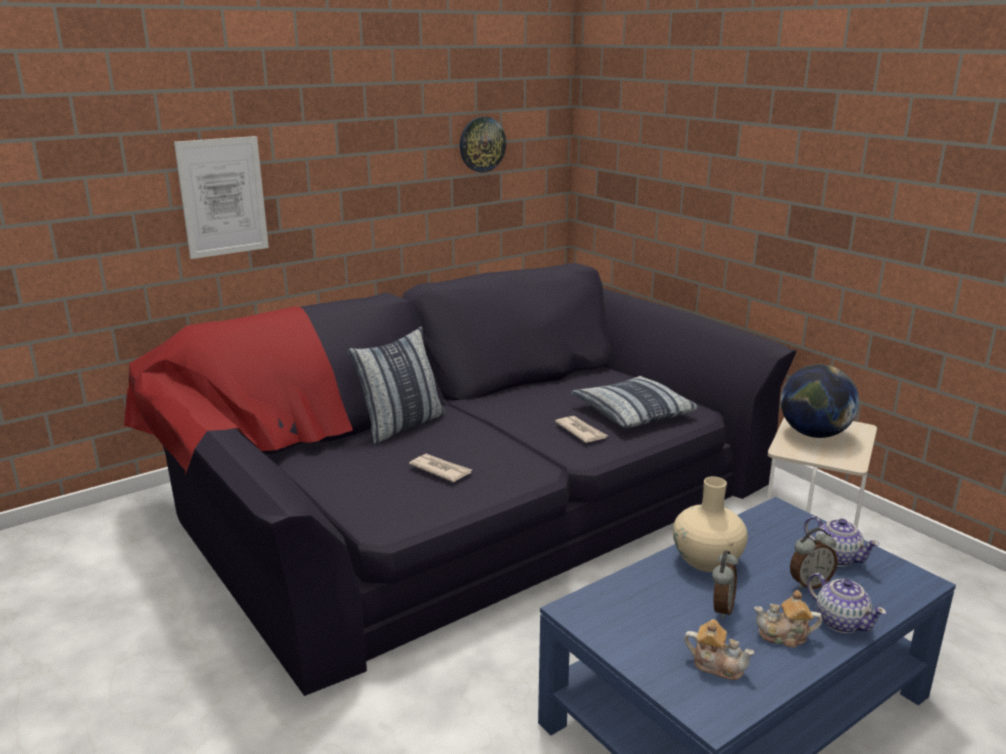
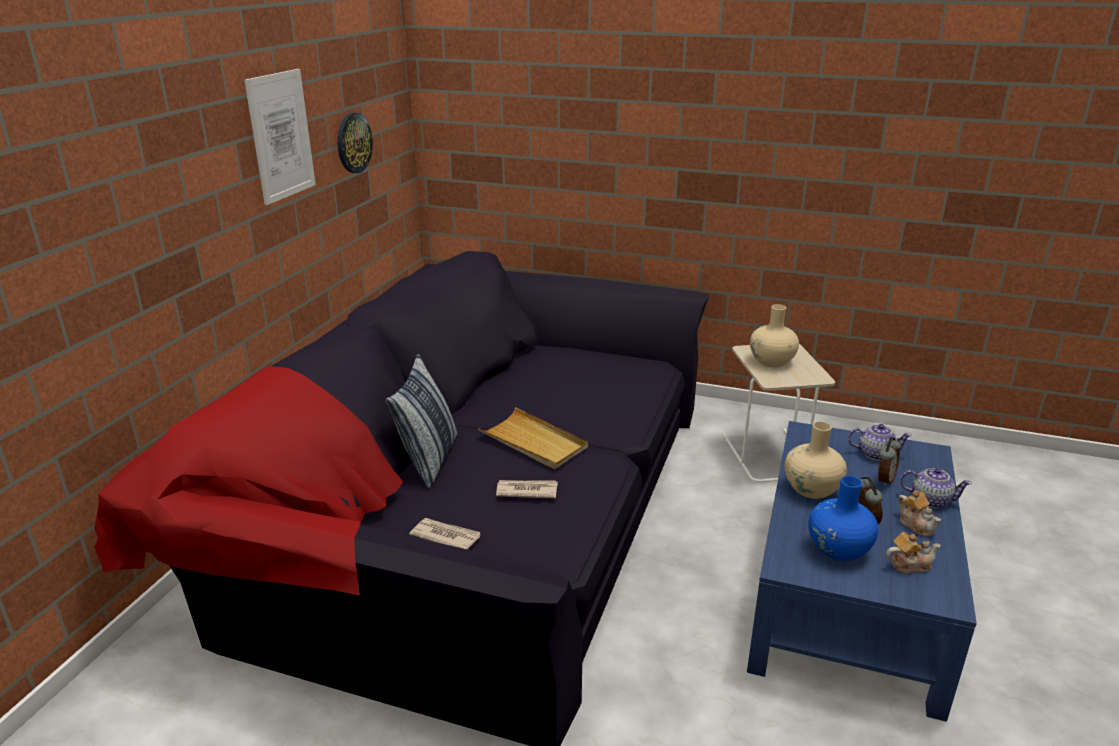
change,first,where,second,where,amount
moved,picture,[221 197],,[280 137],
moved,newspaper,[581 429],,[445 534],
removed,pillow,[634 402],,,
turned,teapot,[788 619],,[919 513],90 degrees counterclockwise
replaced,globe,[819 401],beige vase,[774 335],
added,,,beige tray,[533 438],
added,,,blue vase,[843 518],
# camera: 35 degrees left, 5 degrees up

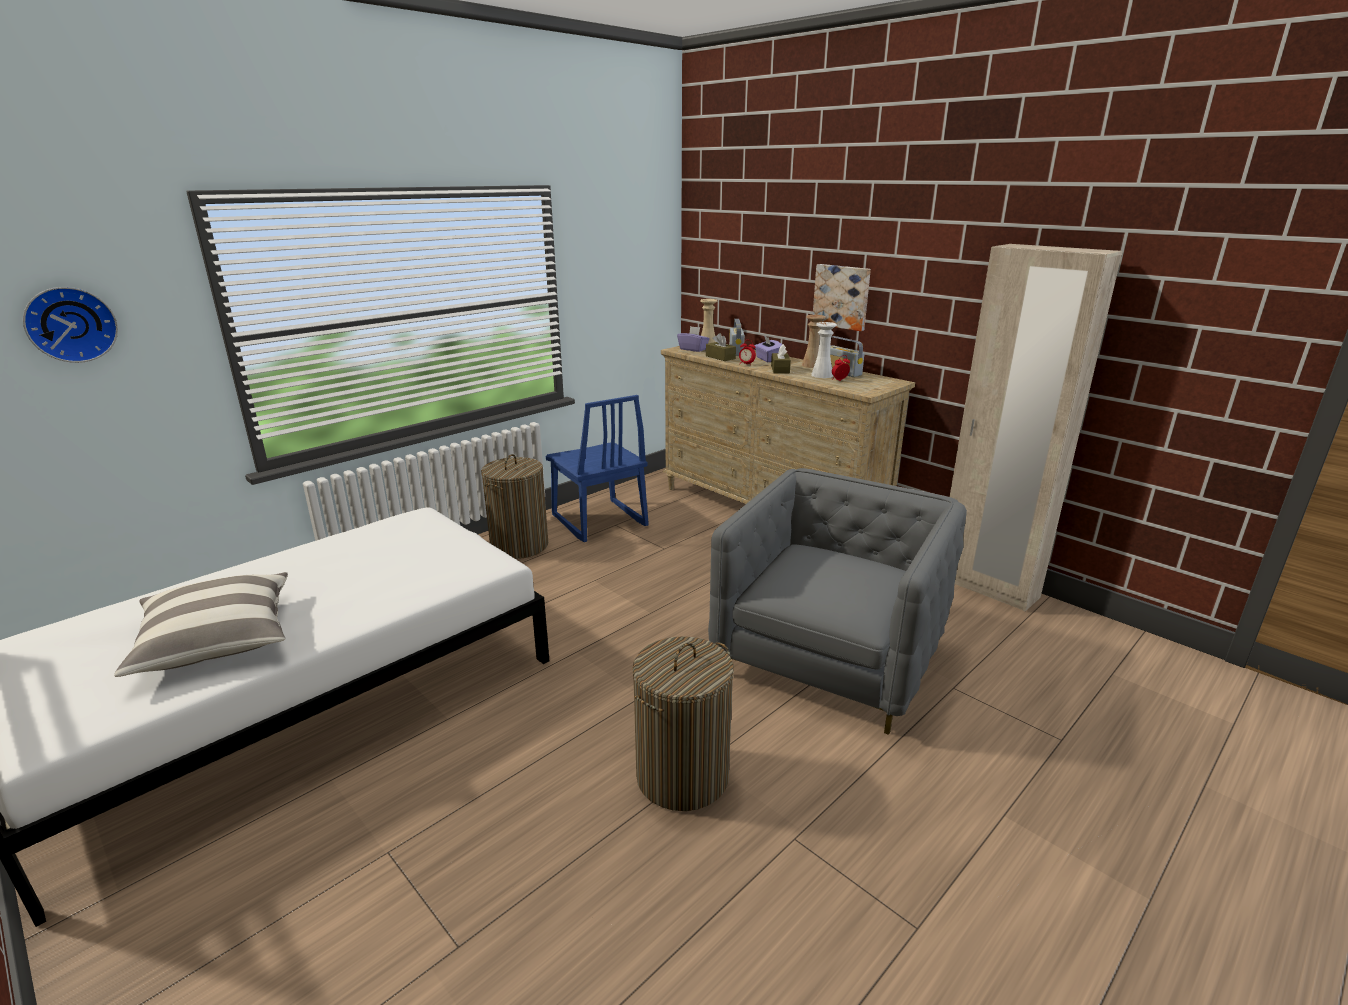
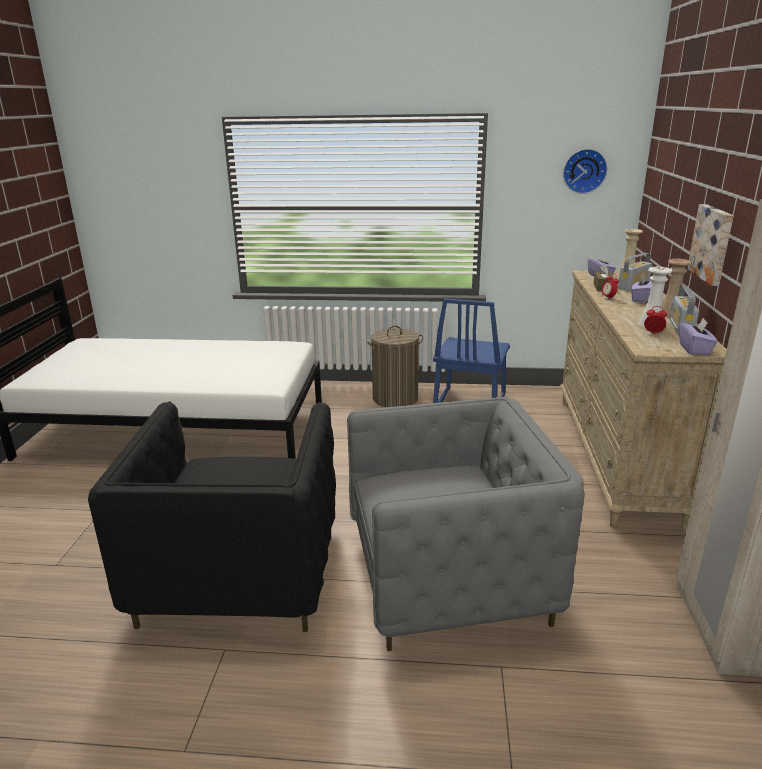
change,first,where,second,where,amount
moved,wall clock,[70 325],,[585 171],
removed,pillow,[201 624],,,
replaced,laundry basket,[683 723],black armchair,[212 516],
removed,brown tissue box,[781 359],,,
added,,,purple tissue box,[698 336],
# camera: 50 degrees right, 0 degrees up

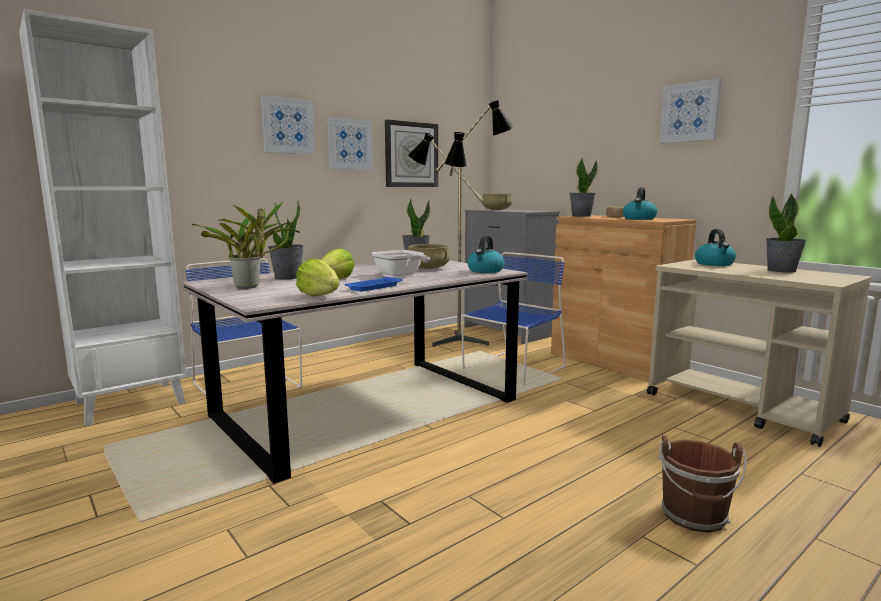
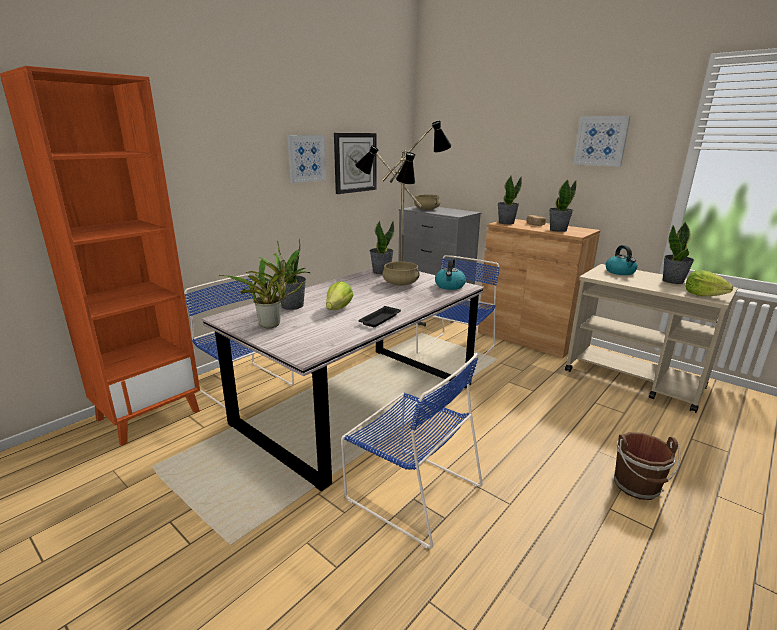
change,first,where,second,where,amount
recoloured,white bookcase,[103 217],orange bookcase,[100 256],
removed,picture,[288 124],,,
moved,lettuce,[318 277],,[709 283],
recoloured,blue tray,[373 284],black tray,[380 316],
removed,frying pan,[401 263],,,
replaced,kettle,[640 203],potted plant,[563 205],
added,,,blue chair,[412 451],
# camera: 10 degrees left, 10 degrees up

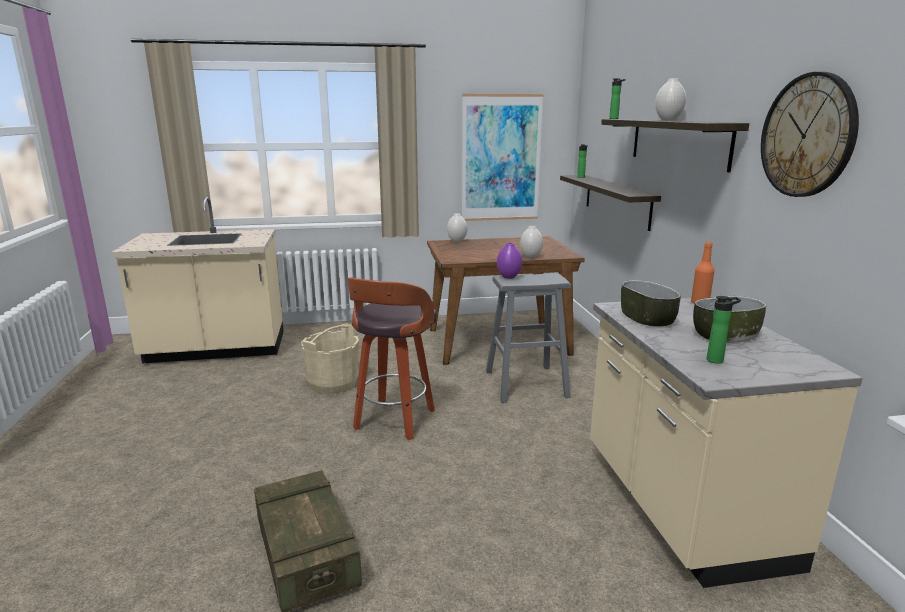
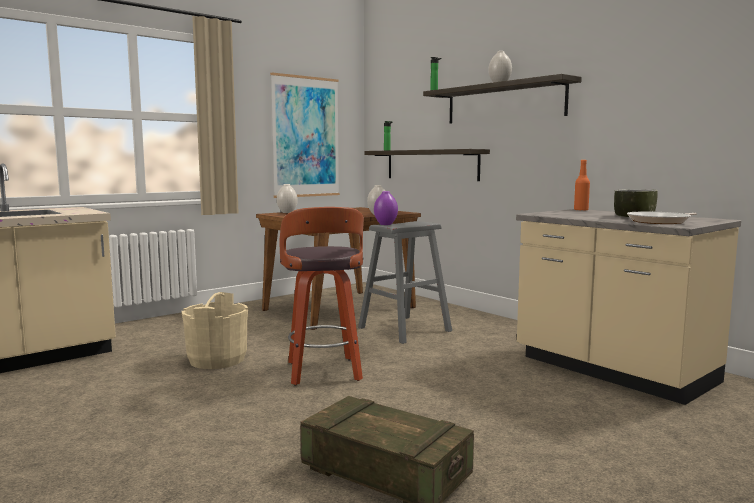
change,first,where,second,where,amount
removed,bowl,[651 303],,,
replaced,bottle,[724 330],frying pan,[662 217],
removed,wall clock,[810 134],,,
# camera: 30 degrees left, 10 degrees down

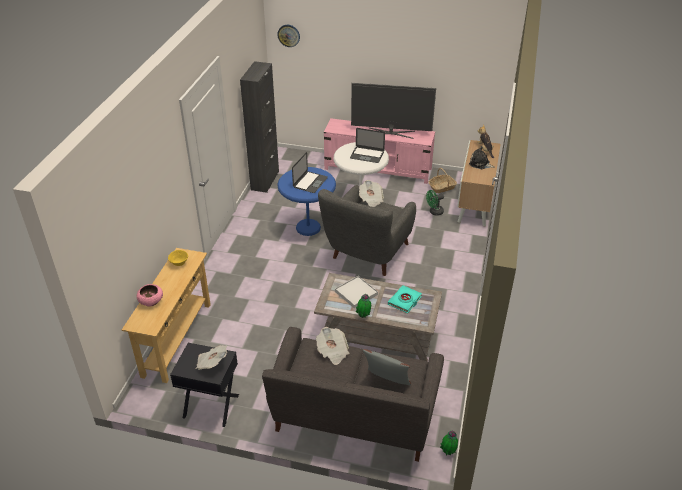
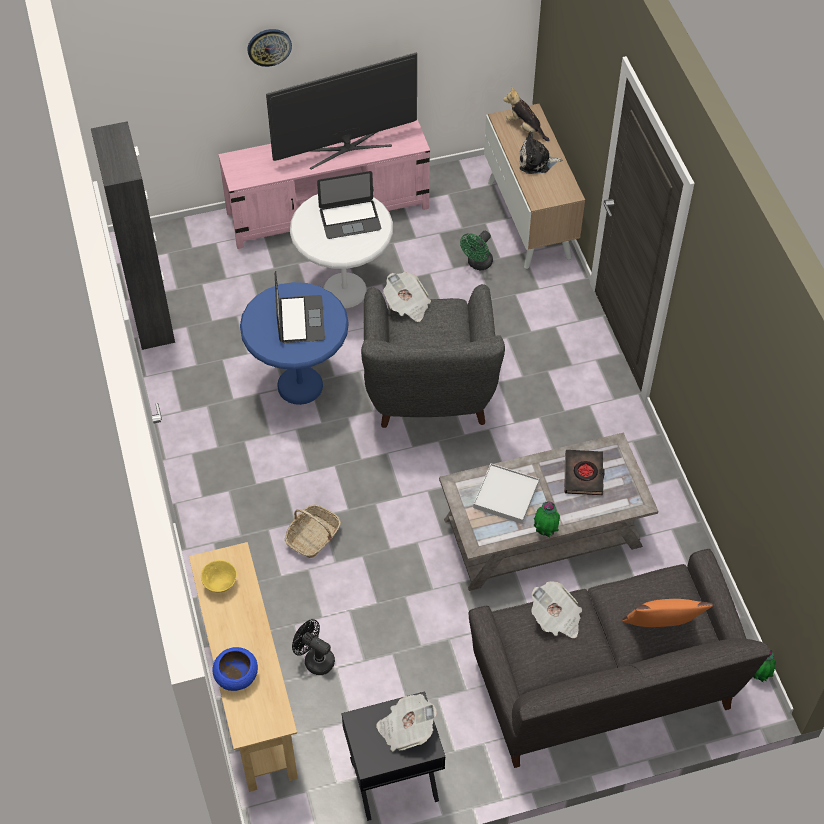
change,first,where,second,where,amount
recoloured,pink bowl,[150 295],blue bowl,[235 669],
moved,wall clock,[288 36],,[269 48],
recoloured,grey pillow,[387 367],orange pillow,[667 613],
recoloured,turquoise book,[405 299],black book,[584 472],
moved,basket,[443 180],,[313 531],
added,,,black fan,[313 647],
# camera: 30 degrees left, 15 degrees up

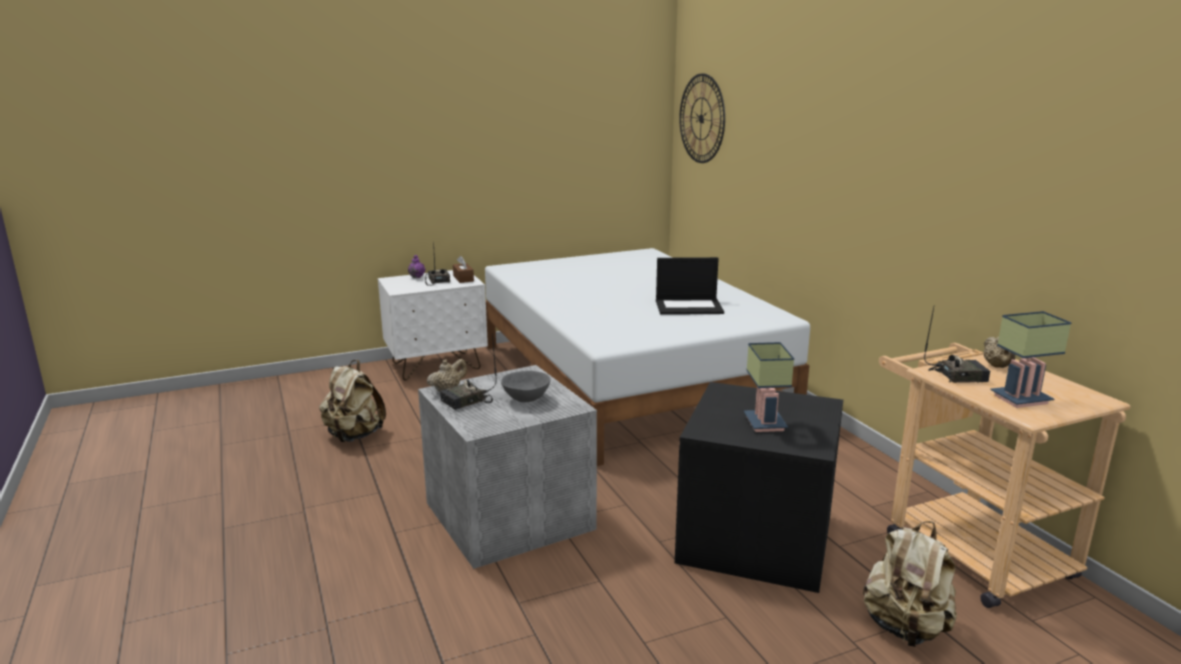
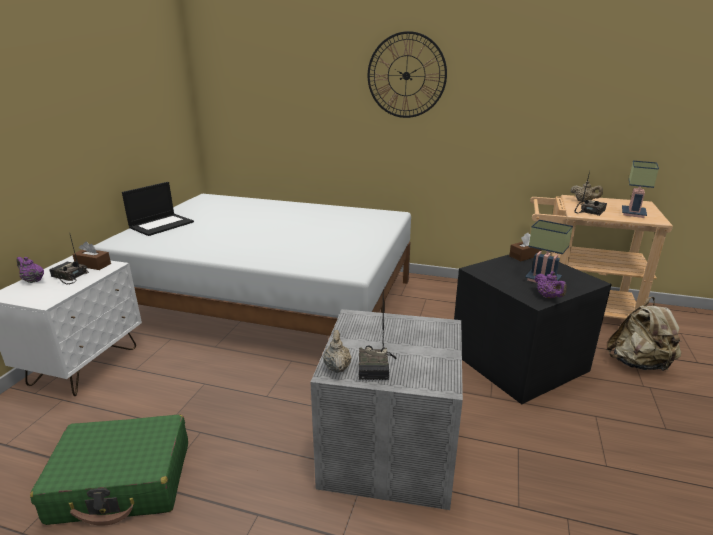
change,first,where,second,where,amount
replaced,beige backpack,[352 401],green suitcase,[109 470],
removed,grey bowl,[526 386],,,
moved,laptop,[690 286],,[158 209],
moved,wall clock,[702 118],,[407 74],
added,,,brown tissue box,[525 247],
added,,,purple teapot,[551 284],
# camera: 50 degrees left, 5 degrees up

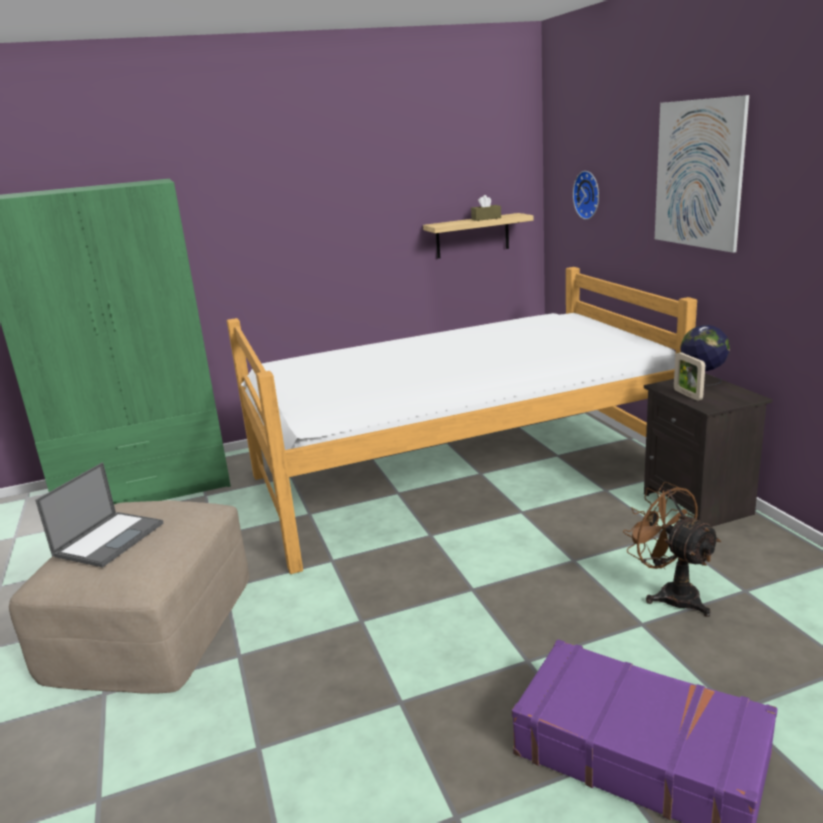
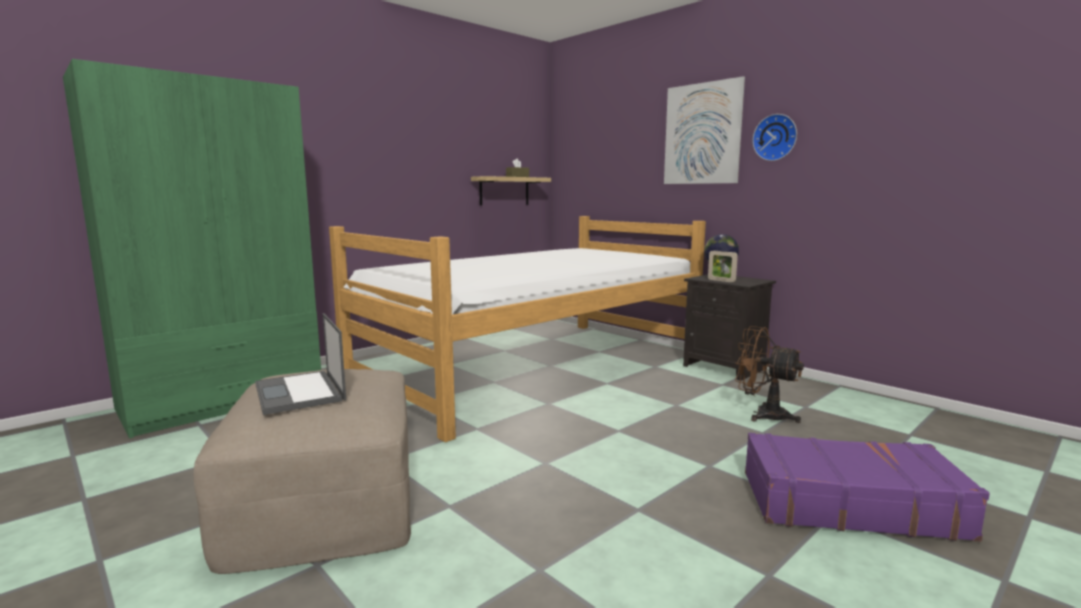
change,first,where,second,where,amount
turned,laptop,[99 514],,[300 364],150 degrees clockwise
moved,wall clock,[586 195],,[774 137],
# camera: 25 degrees left, 10 degrees down

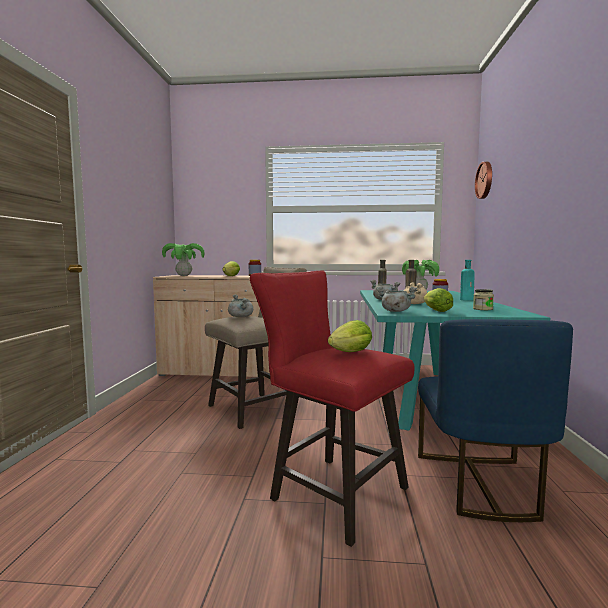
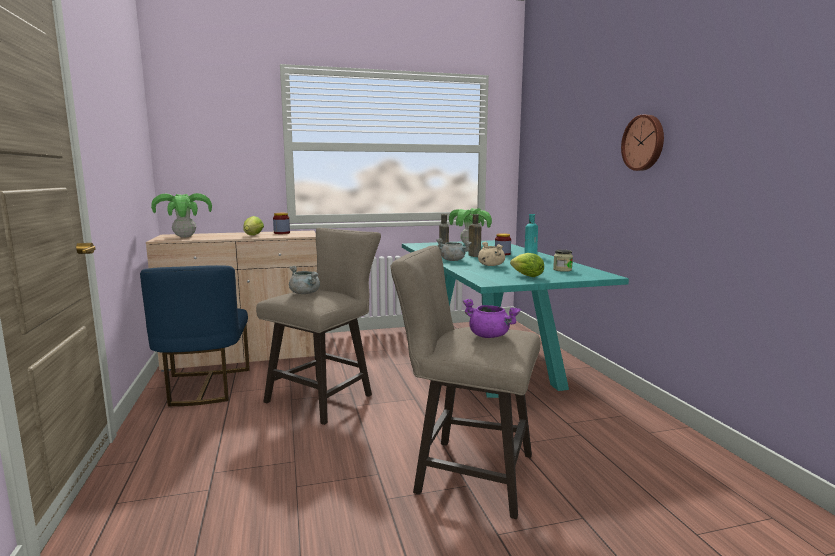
change,first,where,second,where,amount
recoloured,red stool,[332 408],beige stool,[465 382],
replaced,lettuce,[350 336],purple cooking pot,[492 318],
removed,grey cooking pot,[396 299],,,
moved,blue chair,[495 420],,[195 335],
moved,wall clock,[483 180],,[642 142],
# camera: 20 degrees left, 5 degrees up

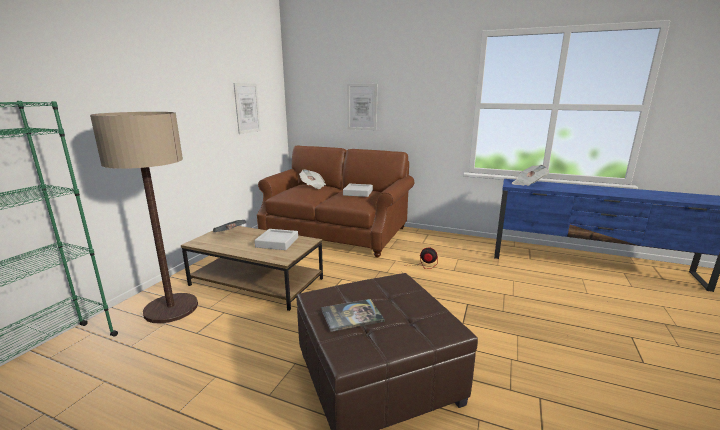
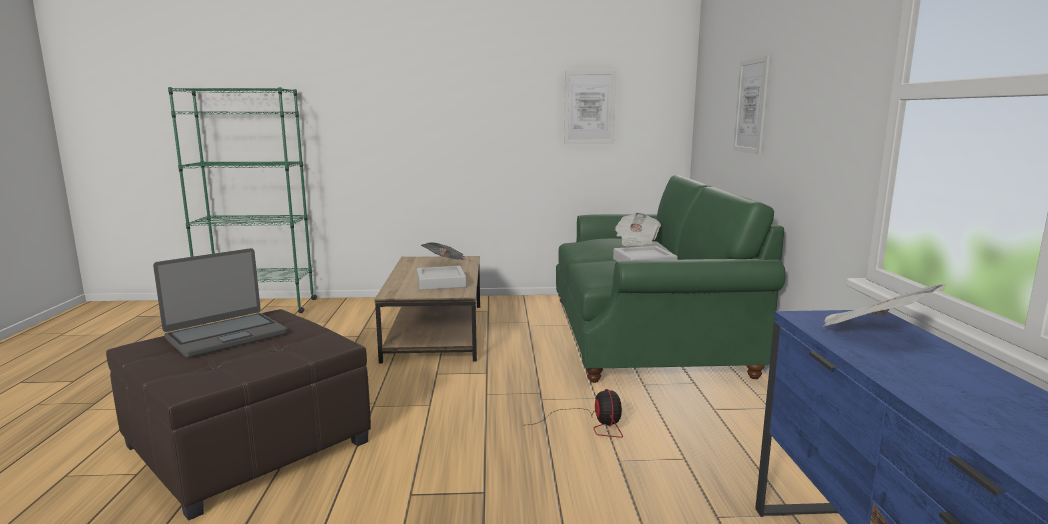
change,first,where,second,where,amount
removed,floor lamp,[144 218],,,
recoloured,brown sofa,[335 201],green sofa,[671 279],
replaced,book,[353 315],laptop,[220 303],
# camera: 65 degrees right, 5 degrees down

